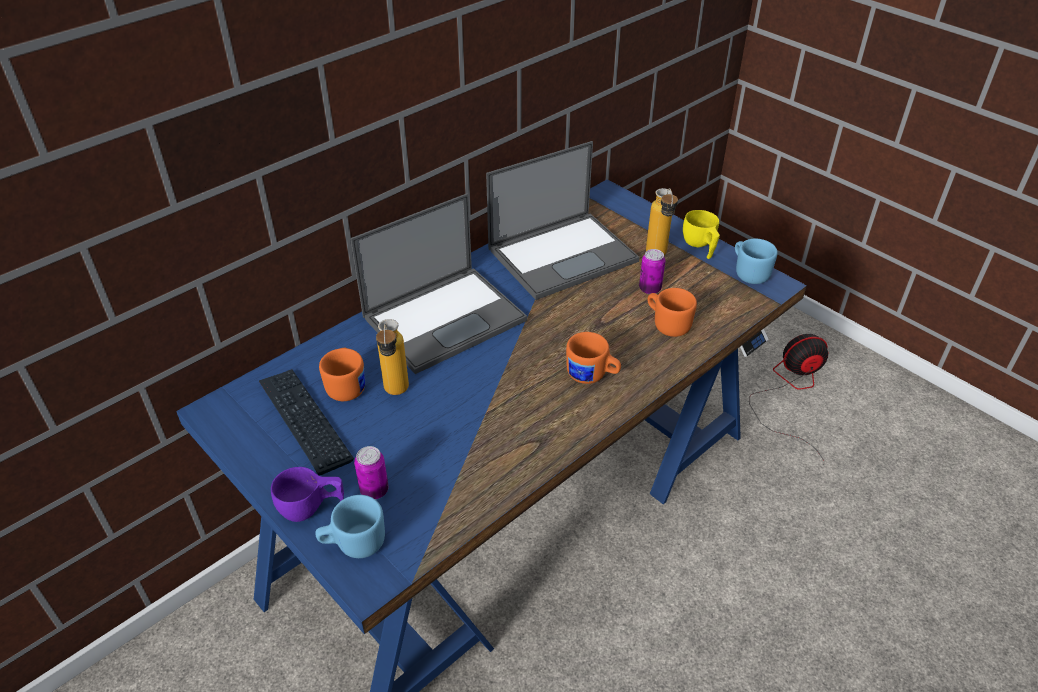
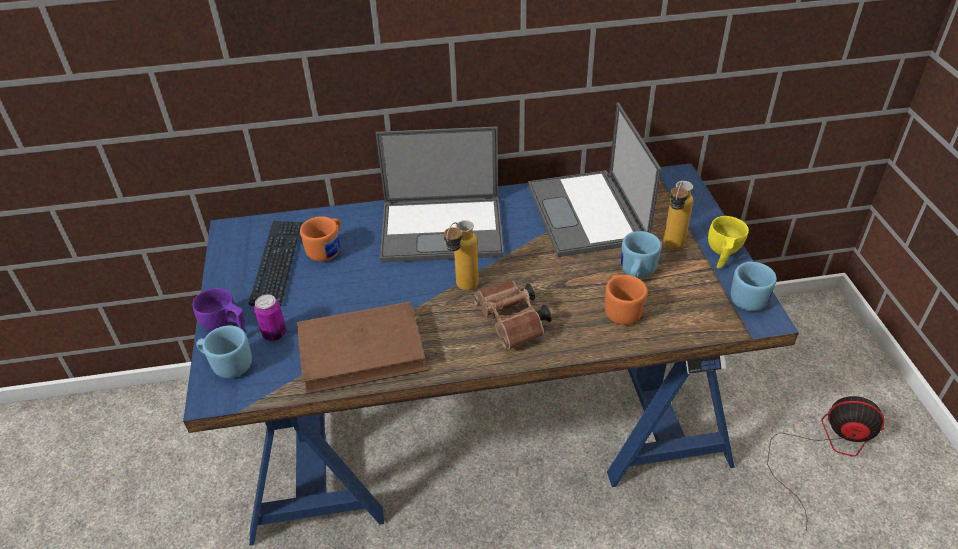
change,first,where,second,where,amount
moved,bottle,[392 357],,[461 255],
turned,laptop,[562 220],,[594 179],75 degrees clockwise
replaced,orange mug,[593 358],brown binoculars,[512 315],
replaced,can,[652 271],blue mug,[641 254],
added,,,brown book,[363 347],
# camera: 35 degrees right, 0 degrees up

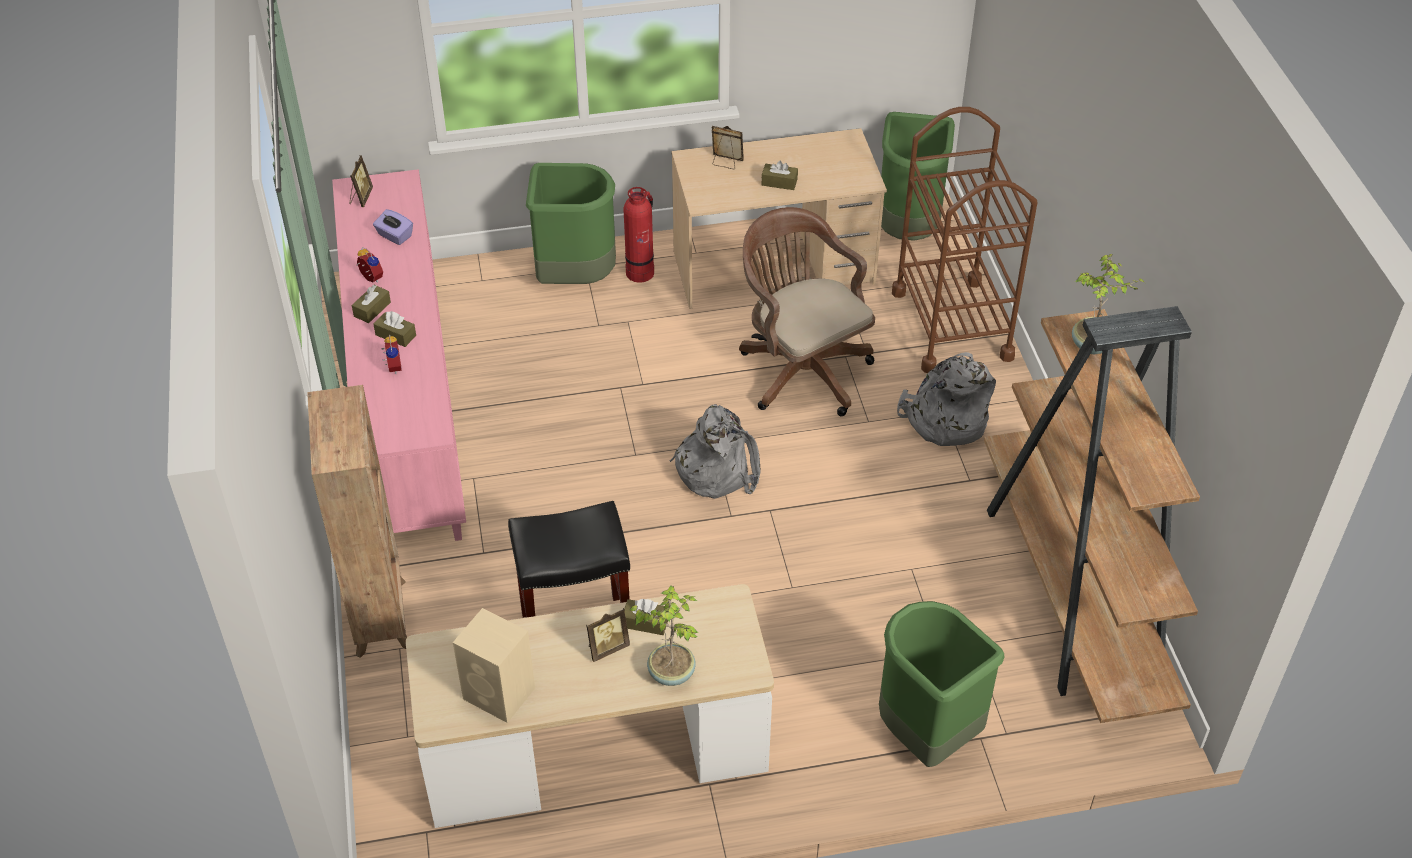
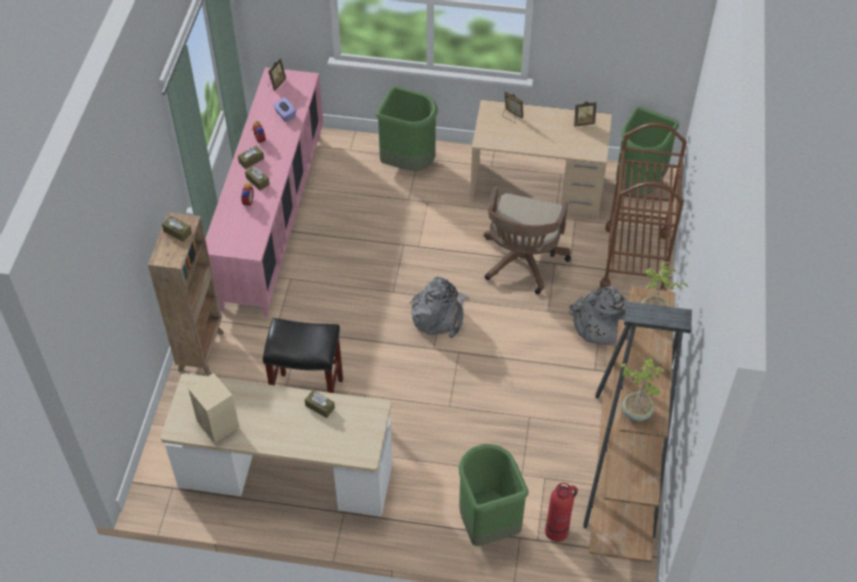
change,first,where,second,where,amount
moved,picture frame,[608 635],,[585 114],
moved,fire extinguisher,[638 235],,[561 512],
moved,potted plant,[664 636],,[642 389],
turned,brown office chair,[807 311],,[527 240],150 degrees counterclockwise
moved,brown tissue box,[780 175],,[177 229],
# camera: 20 degrees right, 5 degrees up

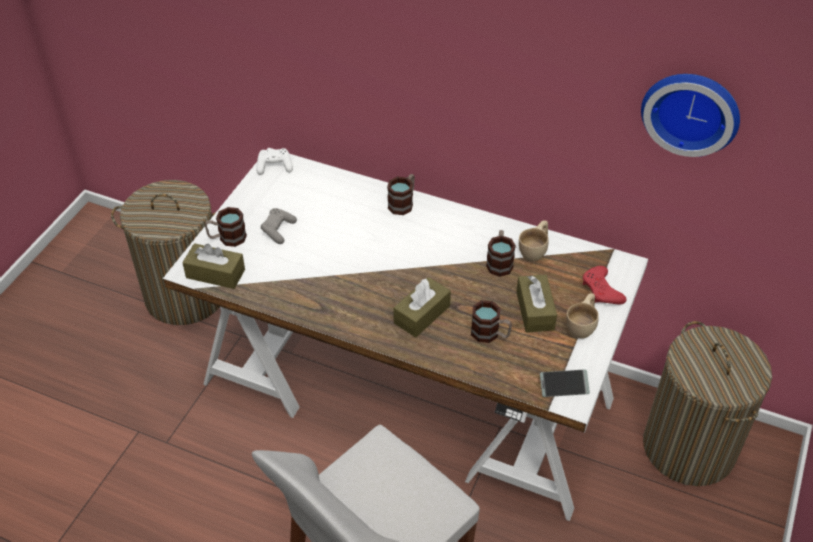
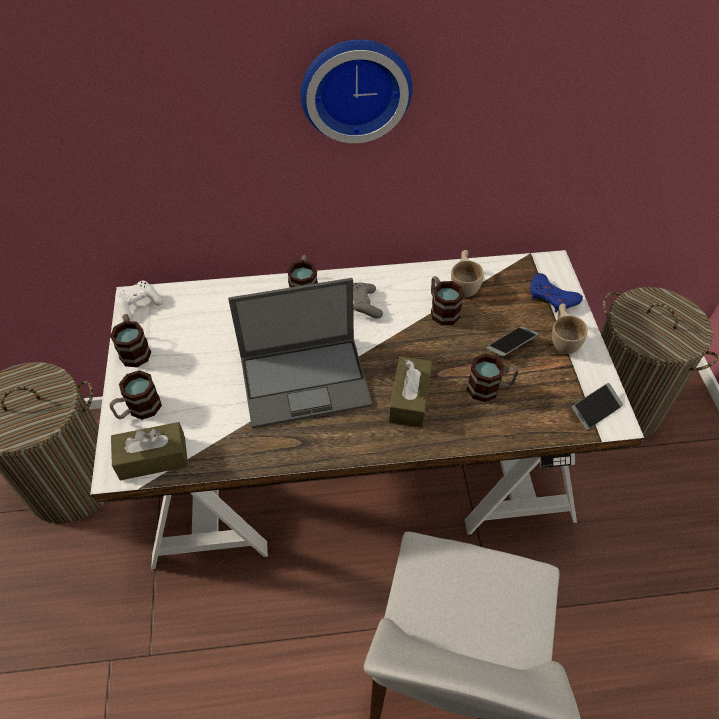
change,first,where,second,where,amount
moved,grey game controller,[279 226],,[368 301],
replaced,brown tissue box,[536 303],phone,[512 341],
recoloured,red game controller,[605 285],blue game controller,[556 292],
moved,wall clock,[690 115],,[356 91],
added,,,mug,[130 340],
added,,,laptop,[300 353],
# camera: 30 degrees left, 5 degrees up

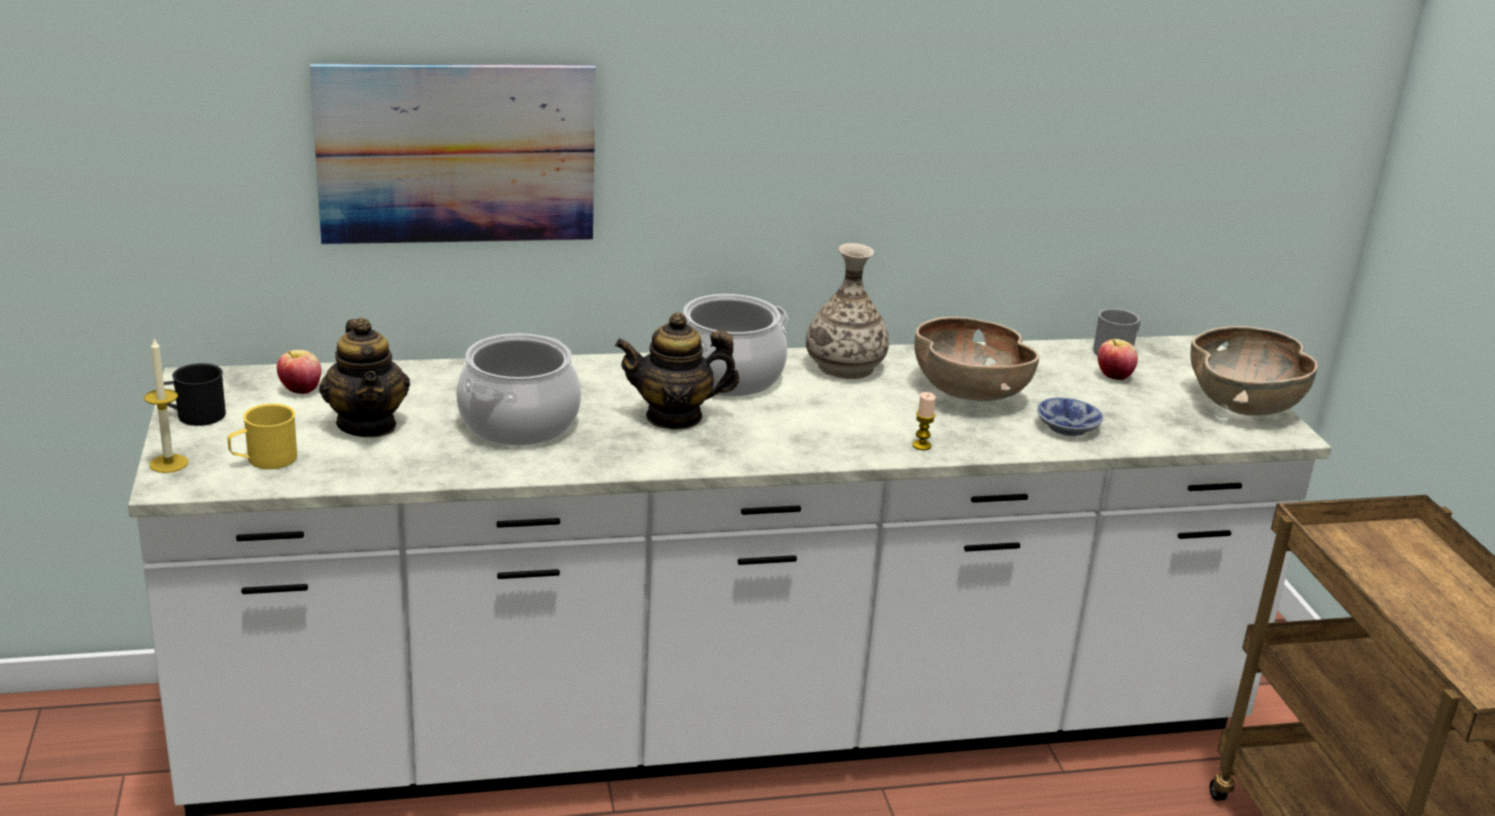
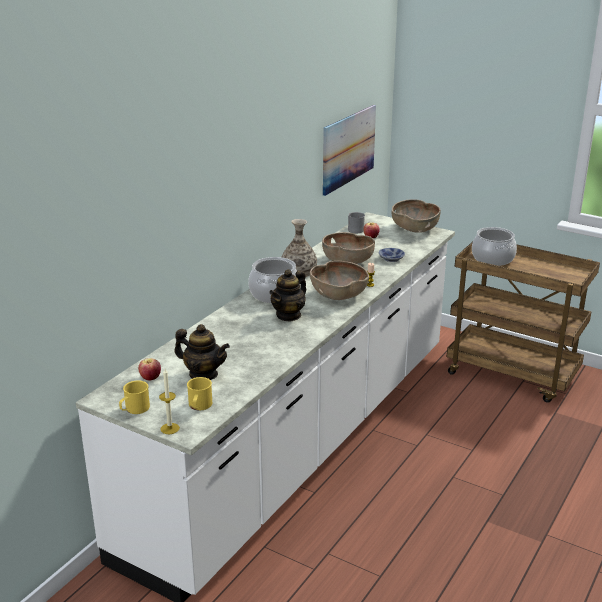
change,first,where,second,where,amount
recoloured,black mug,[195 394],yellow mug,[134 397],
moved,picture,[453 154],,[349 150],
moved,cooking pot,[518 389],,[494 246],
added,,,brown bowl,[339 280],
# camera: 45 degrees left, 0 degrees up

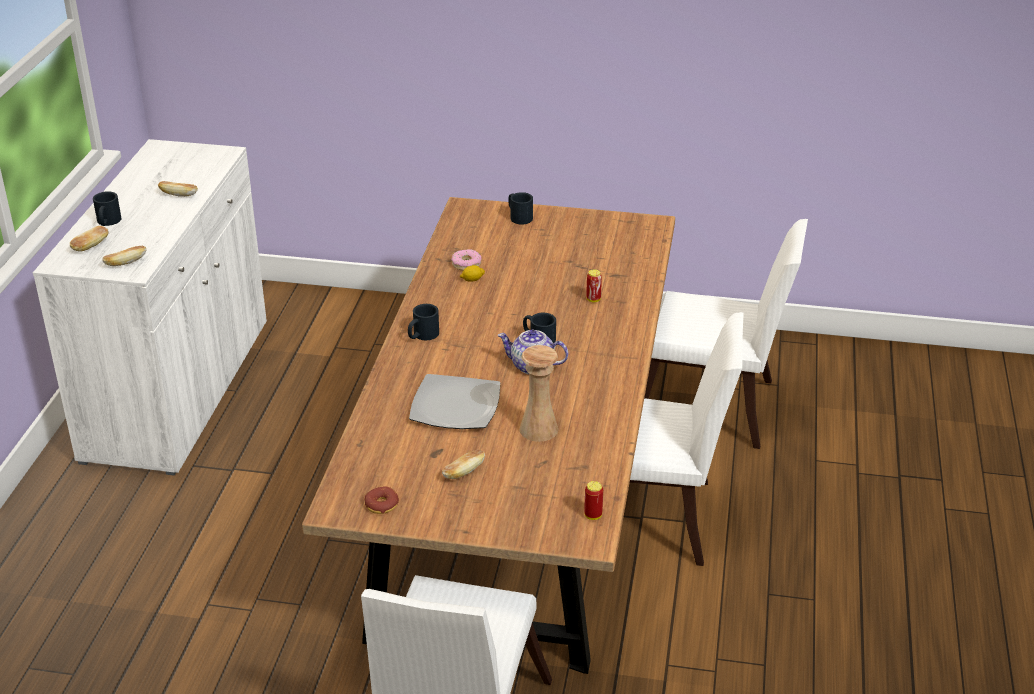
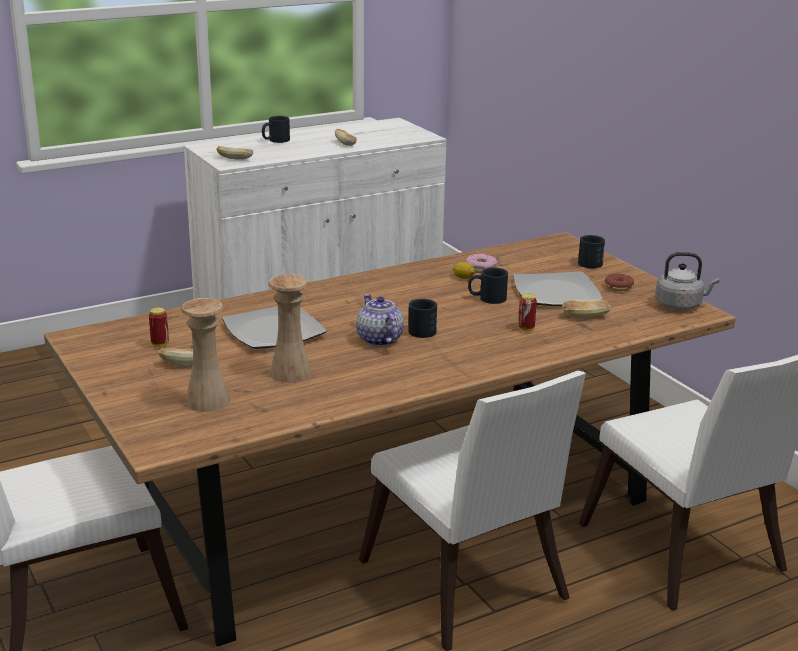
change,first,where,second,where,amount
moved,bread,[89 239],,[586 309],
moved,donut,[382 500],,[619 282],
moved,black mug,[423 322],,[488 286],
moved,can,[593 500],,[159 327],
added,,,beige vase,[205 355],
added,,,plate,[558 288],
added,,,grey kettle,[687 281],
# camera: 50 degrees right, 10 degrees down

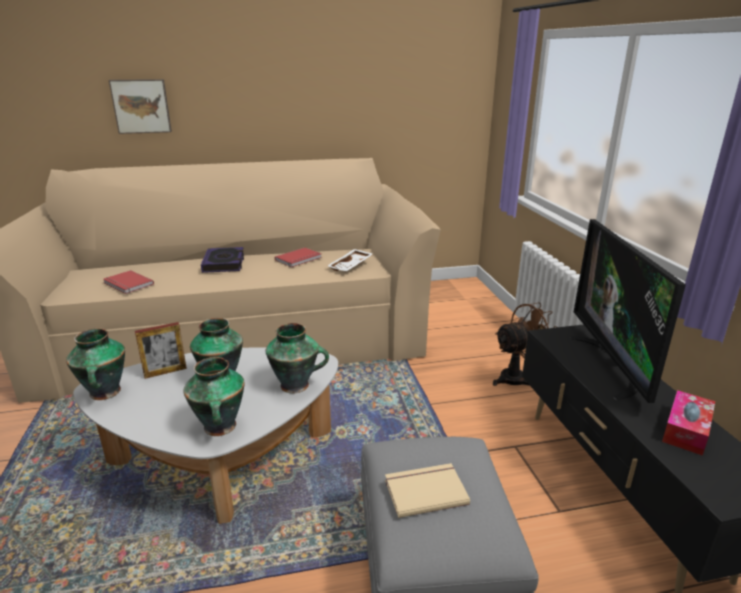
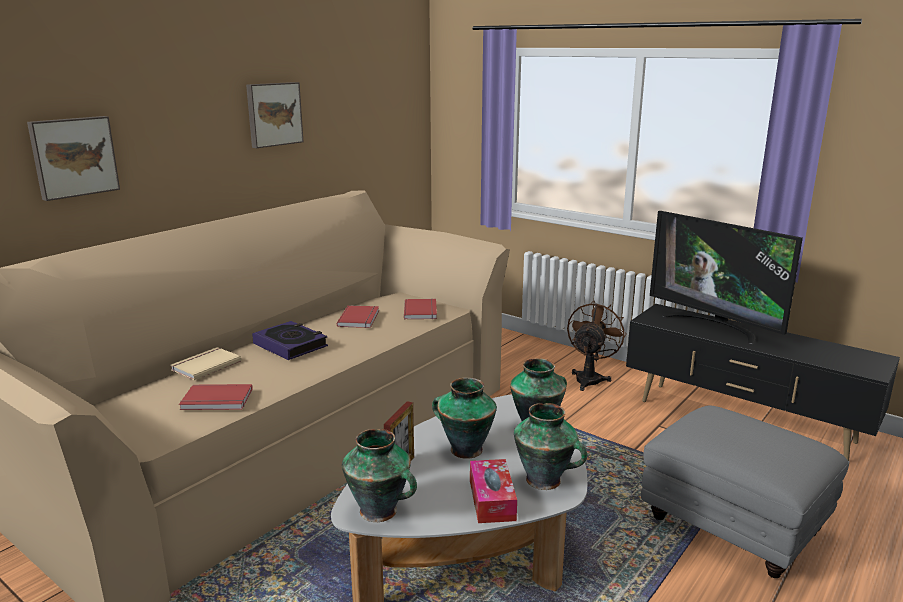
change,first,where,second,where,amount
replaced,white tray,[350 260],red book,[420 308],
moved,beige book,[427 490],,[206 363],
moved,tissue box,[688 423],,[493 491],
added,,,picture,[275 115],
# camera: 40 degrees left, 5 degrees down

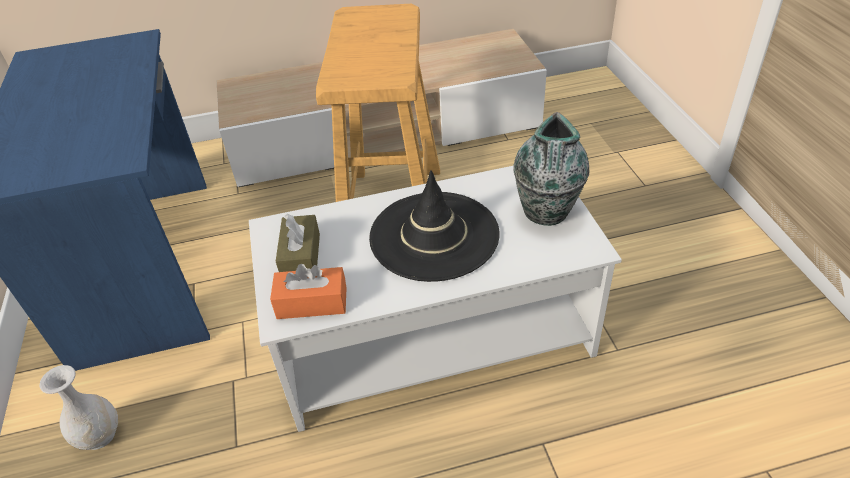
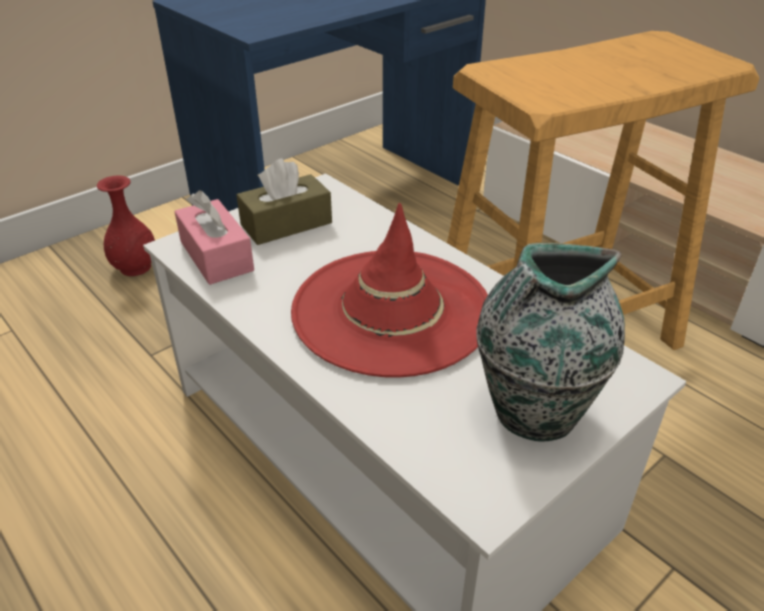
change,first,where,second,where,amount
recoloured,white vase,[79 407],red vase,[126 225],
recoloured,orange tissue box,[308 291],pink tissue box,[214 237],
recoloured,black hat,[434 226],red hat,[389 290],
# camera: 60 degrees right, 5 degrees down

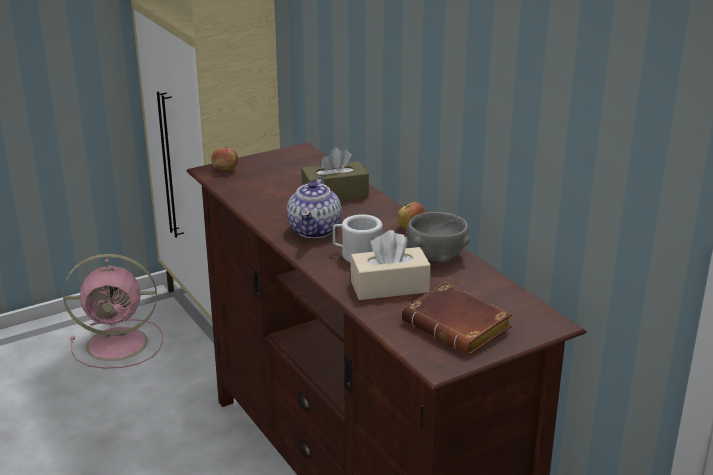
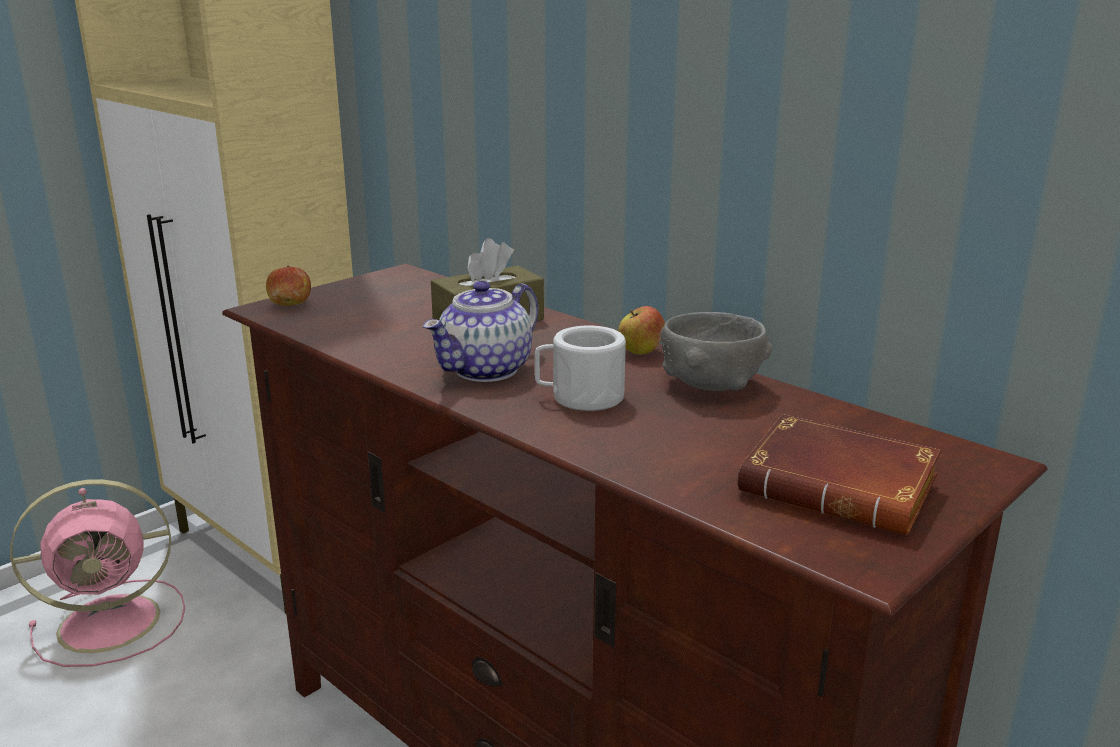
change,first,where,second,where,amount
turned,teapot,[314 207],,[480 331],45 degrees clockwise
removed,beige tissue box,[391 265],,,
# camera: 15 degrees left, 5 degrees down

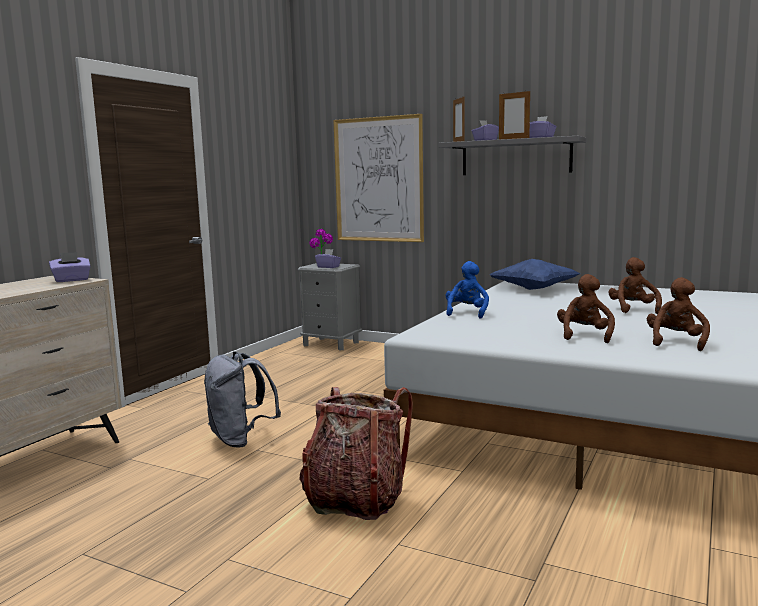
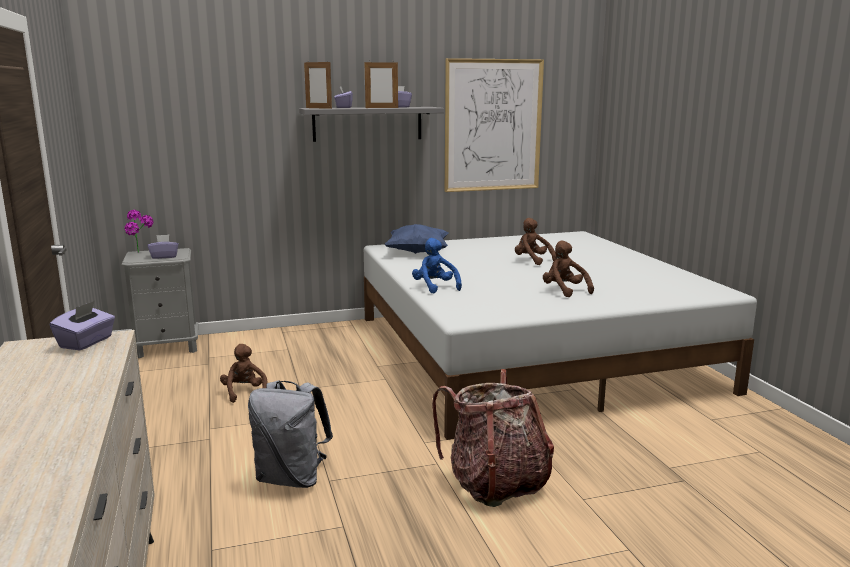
change,first,where,second,where,amount
moved,picture,[378 178],,[494 125],
moved,brown plush toy,[678 314],,[244 373],
# camera: 45 degrees left, 5 degrees up

